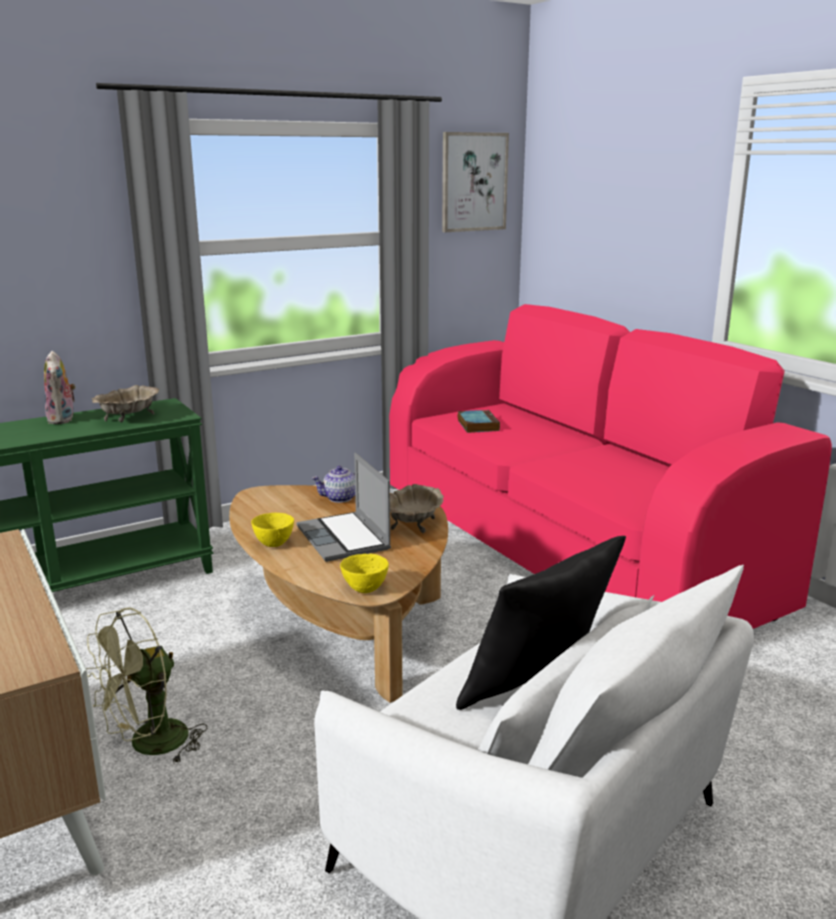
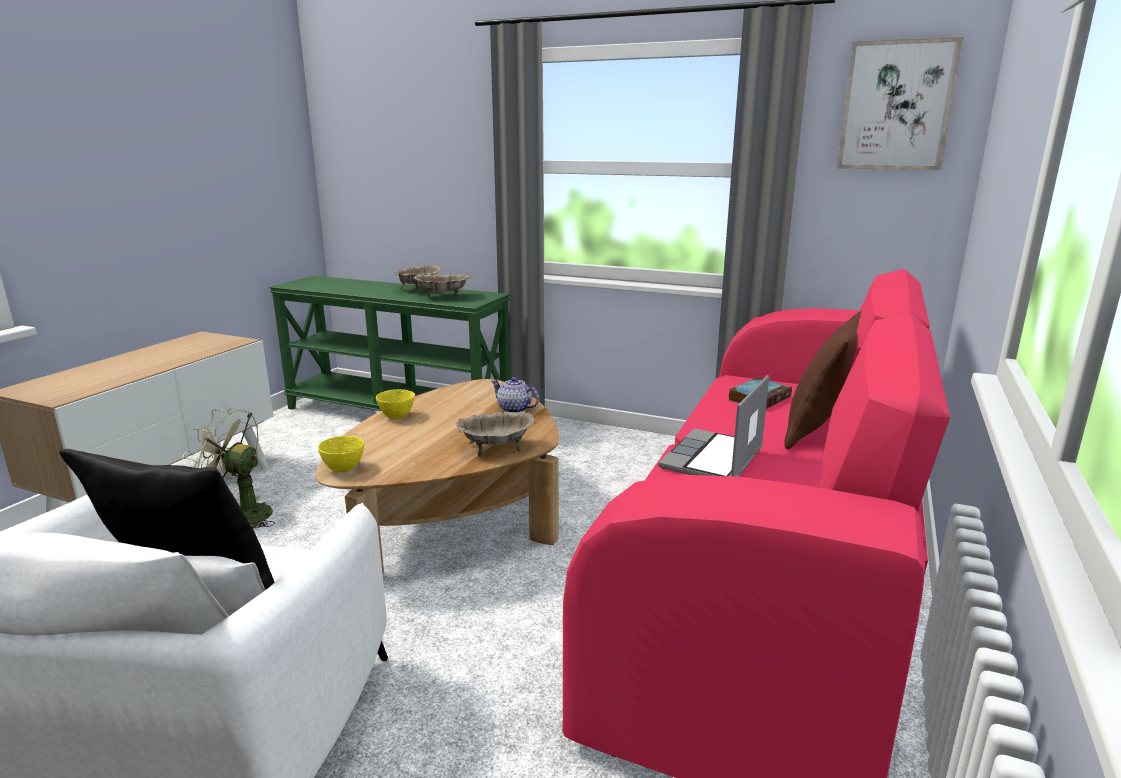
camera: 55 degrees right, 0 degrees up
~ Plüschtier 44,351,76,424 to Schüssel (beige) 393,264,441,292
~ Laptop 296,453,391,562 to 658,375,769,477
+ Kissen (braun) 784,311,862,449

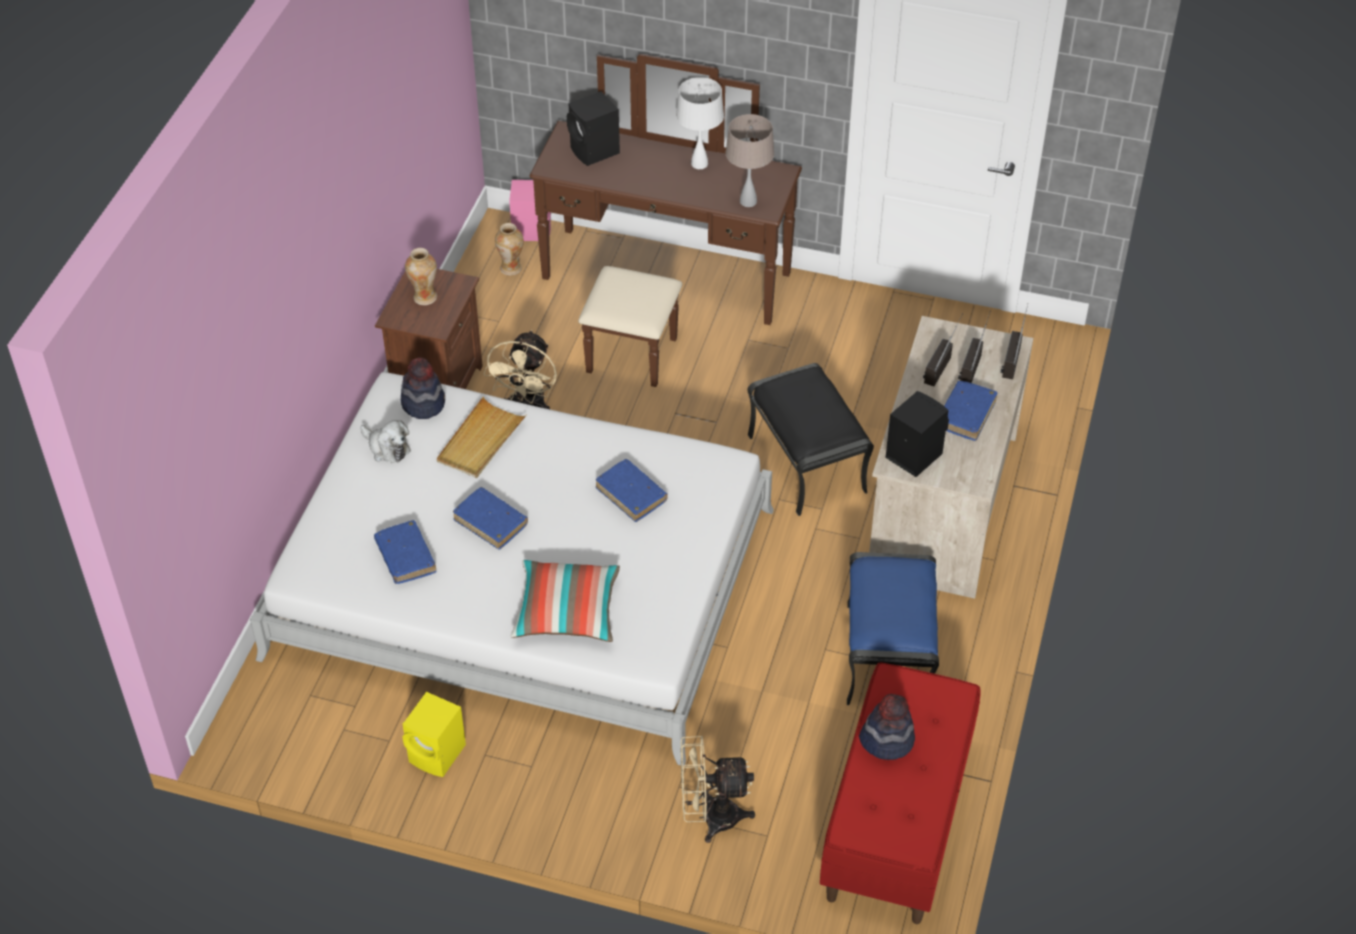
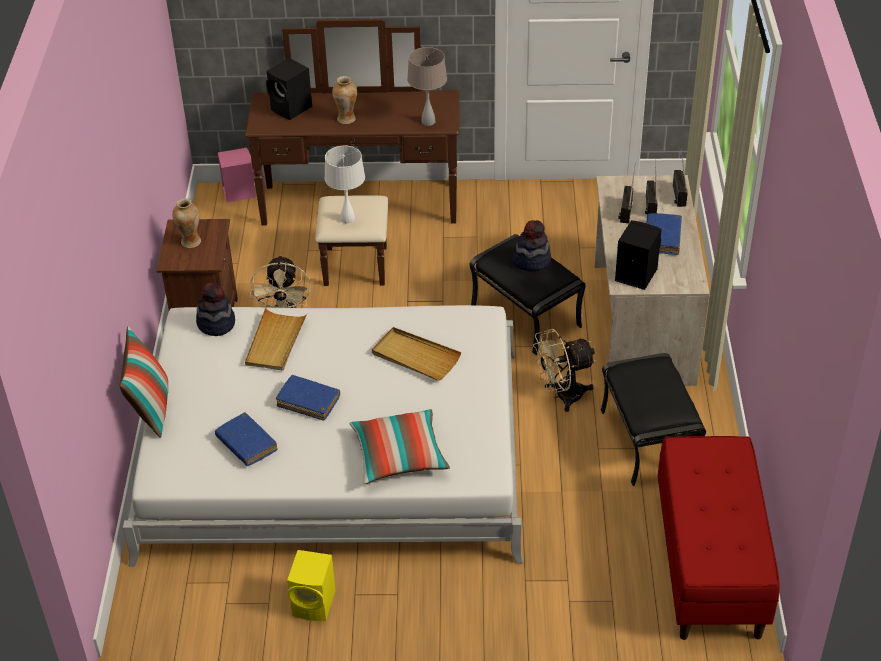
camera: 15 degrees left, 5 degrees down
~ Tischlampe (weiß) 676,77,724,169 to 325,146,365,224
~ Vase 495,223,524,275 to 332,76,357,124
- Plüschtier 360,420,411,463
~ Buch (blau) 596,459,668,522 to Tablett (beige) 372,327,461,381
~ Polsterhocker (blau) 847,552,939,705 to Polsterhocker (schwarz) 601,353,706,486
~ Hut 859,694,915,760 to 512,220,551,272
~ Ventilator (beige) 680,736,755,843 to 533,329,596,412
+ Kissen 120,327,168,438

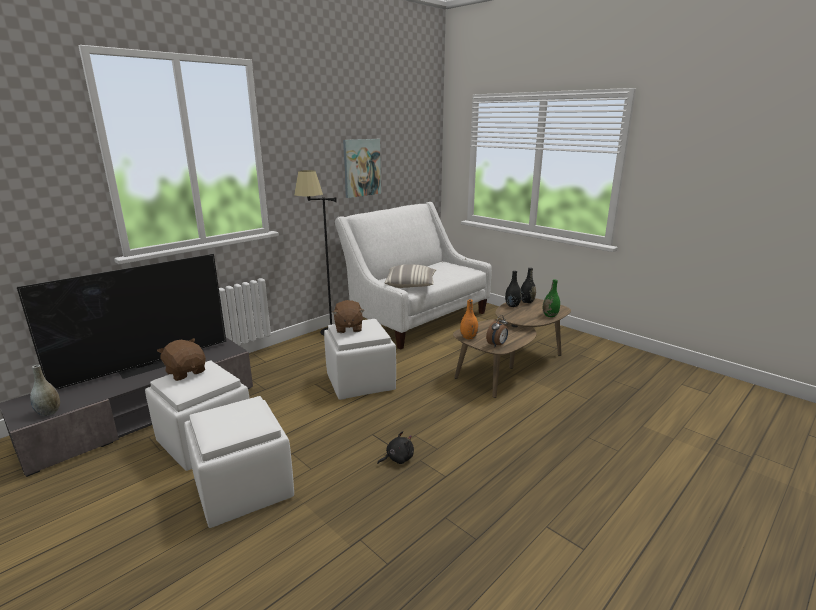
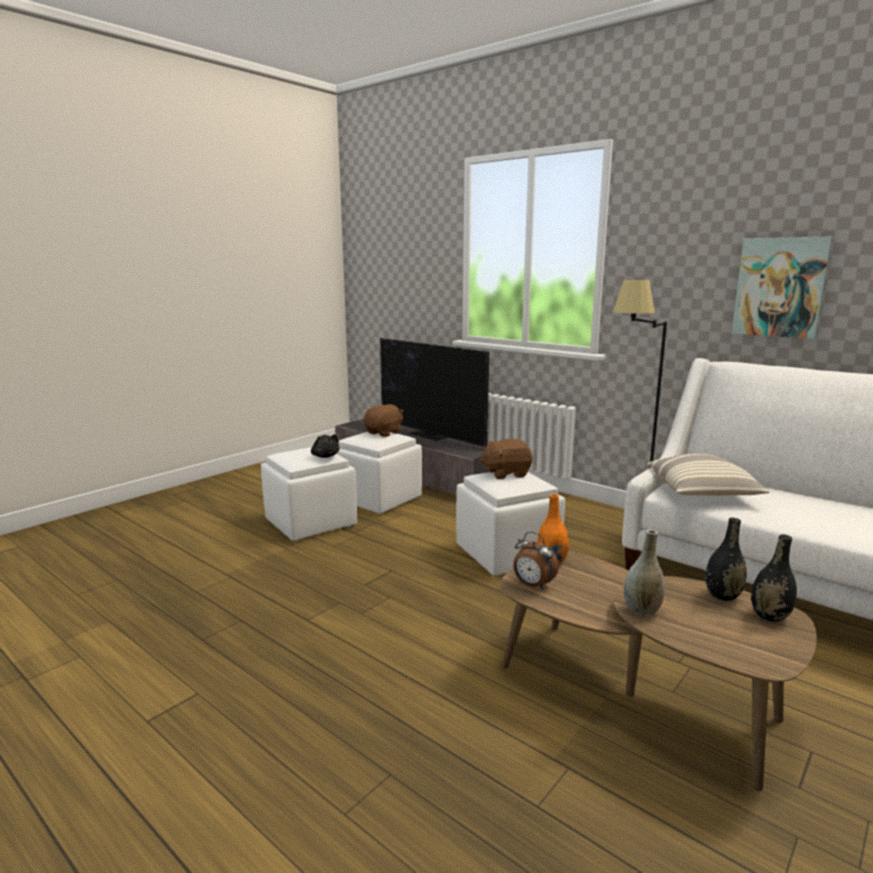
camera: 85 degrees right, 5 degrees down
- Vase (grün) 543,279,560,317
~ Vase (grau) 30,365,60,416 to 624,529,665,616
~ Plüschtier (schwarz) 377,431,414,464 to 311,434,340,458

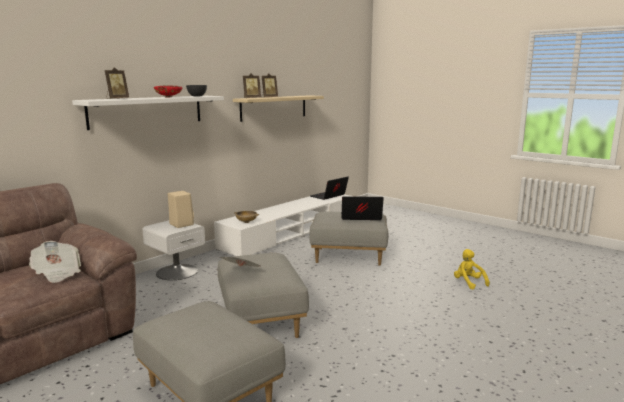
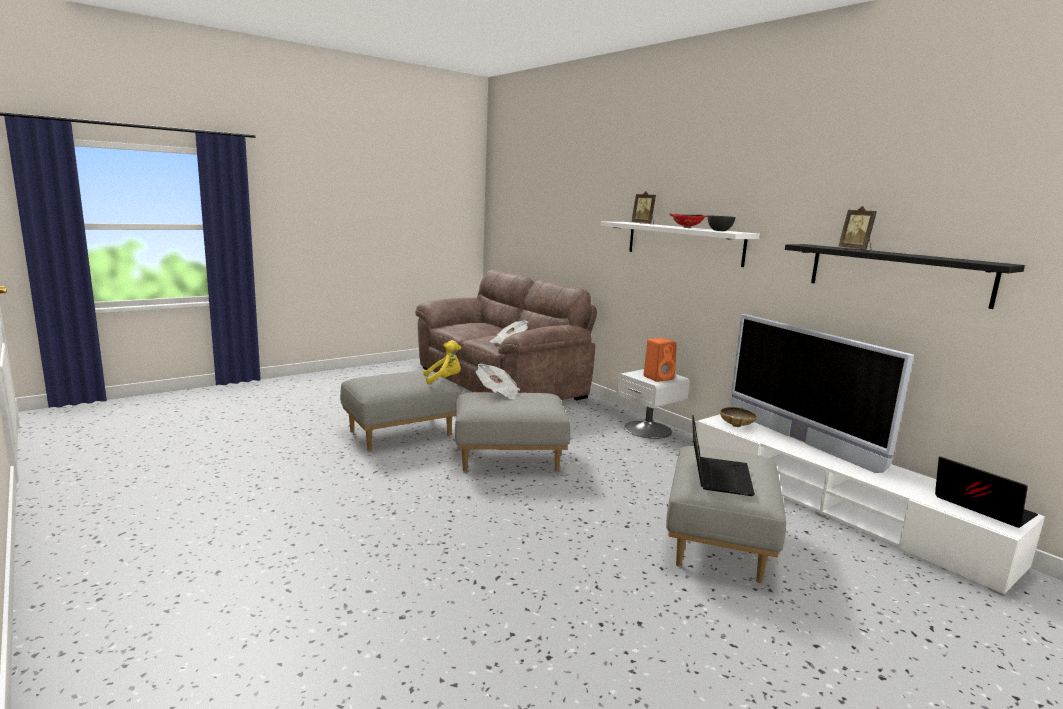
camera: 100 degrees right, 0 degrees up
- Bilderrahmen 243,74,261,97
~ Wandregal (beige) 233,95,324,122 to Wandregal (schwarz) 785,244,1025,309
~ Lautsprecher (beige) 168,191,194,228 to Lautsprecher (orange) 643,338,677,382
~ Plüschtier (gelb) 454,249,490,290 to 423,340,461,385
+ Fernseher 730,314,914,473

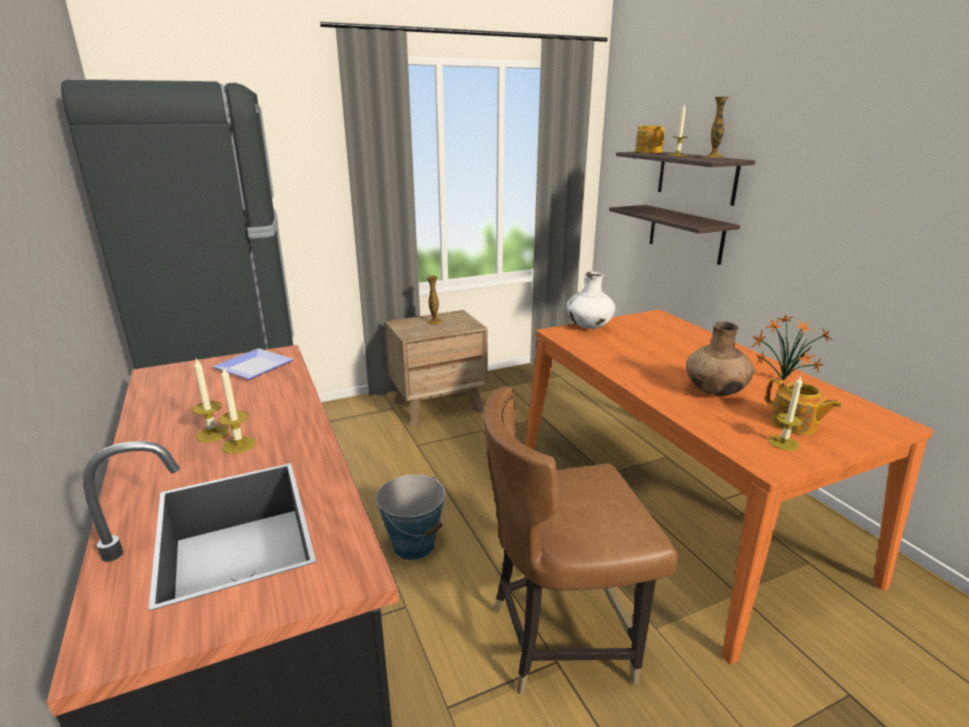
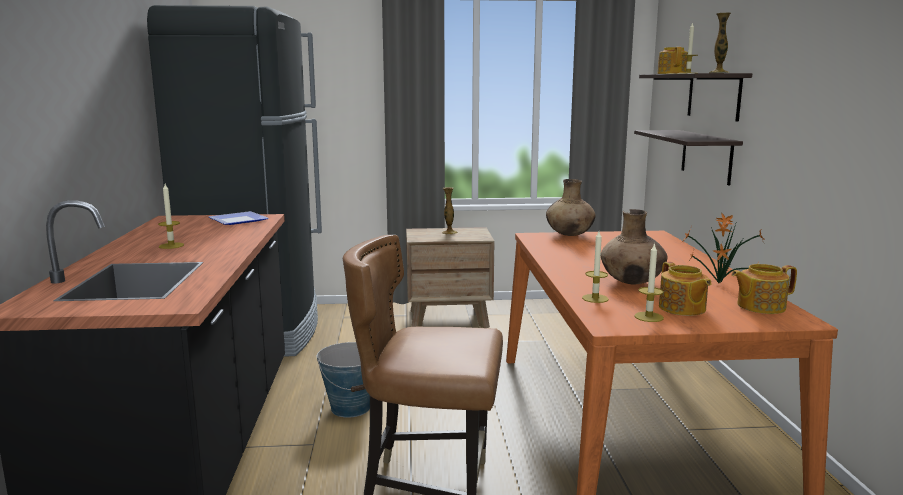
camera: 20 degrees right, 10 degrees down
~ Vase (weiß) 566,272,615,329 to Vase (braun) 546,179,596,236
~ Kerze 219,366,256,454 to 582,231,609,303
+ Teekanne 731,264,797,314

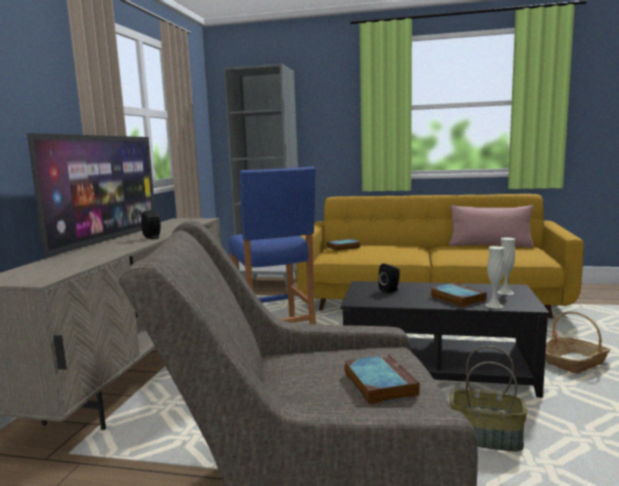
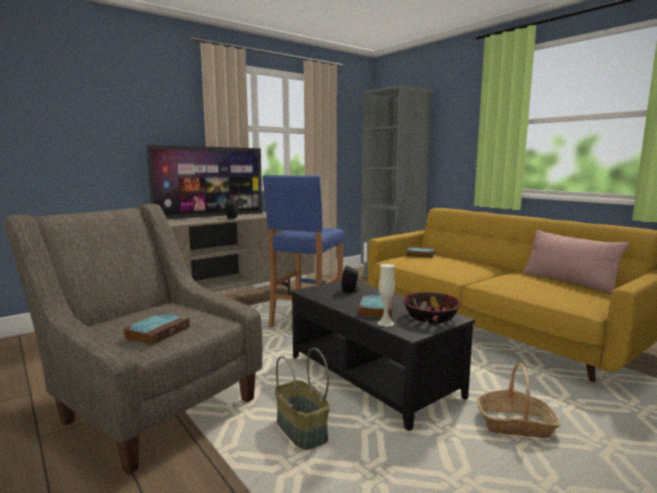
camera: 40 degrees right, 0 degrees up
~ Vase (weiß) 498,237,515,295 to Schüssel 402,292,461,324

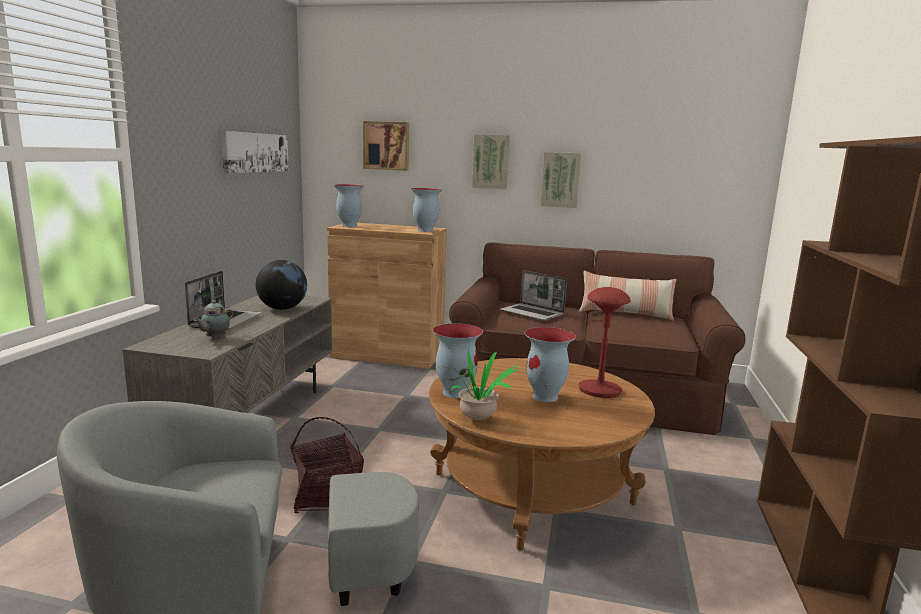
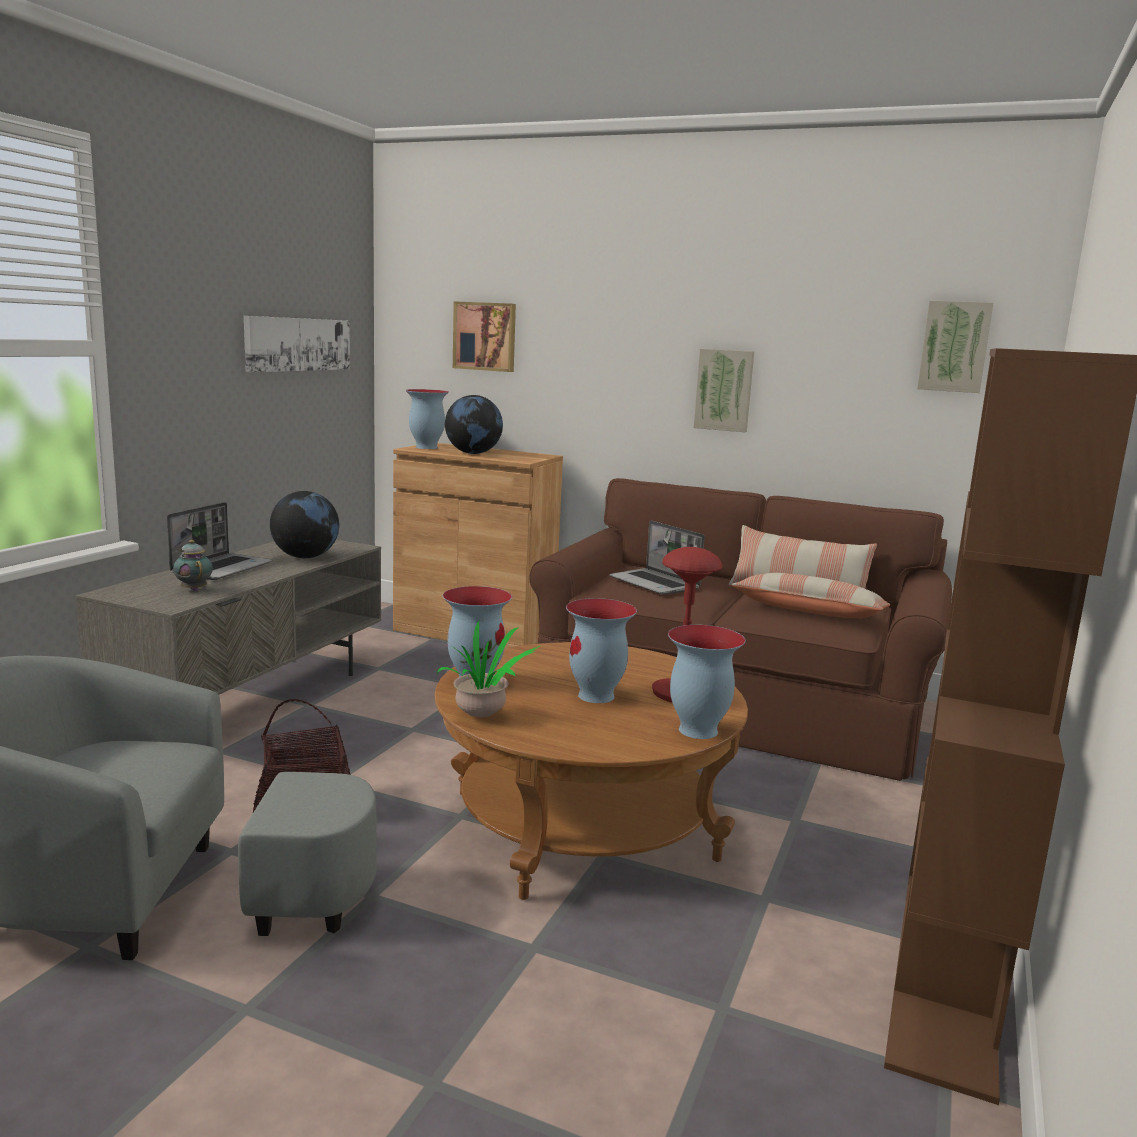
camera: 10 degrees right, 0 degrees up
~ Bild 472,134,510,189 to 917,301,993,393
~ Vase 411,188,442,232 to 668,625,746,739
~ Teekanne 194,300,233,339 = 173,540,213,591 105 degrees clockwise
+ Globus 445,395,503,454
+ Kissen 731,573,890,618

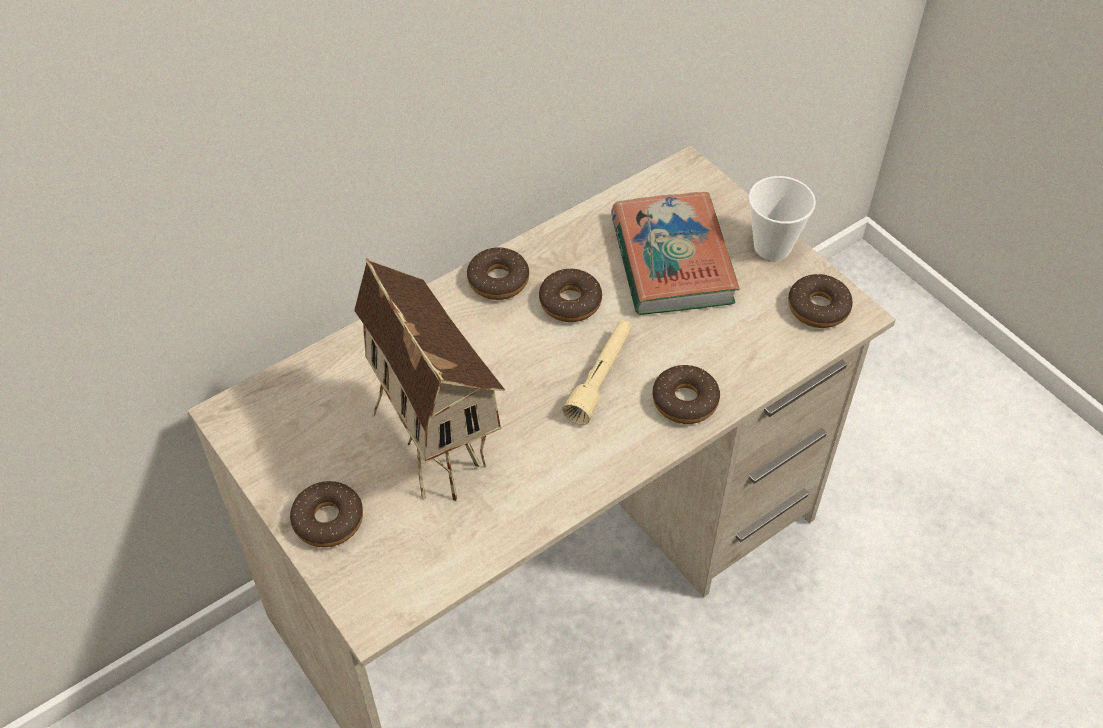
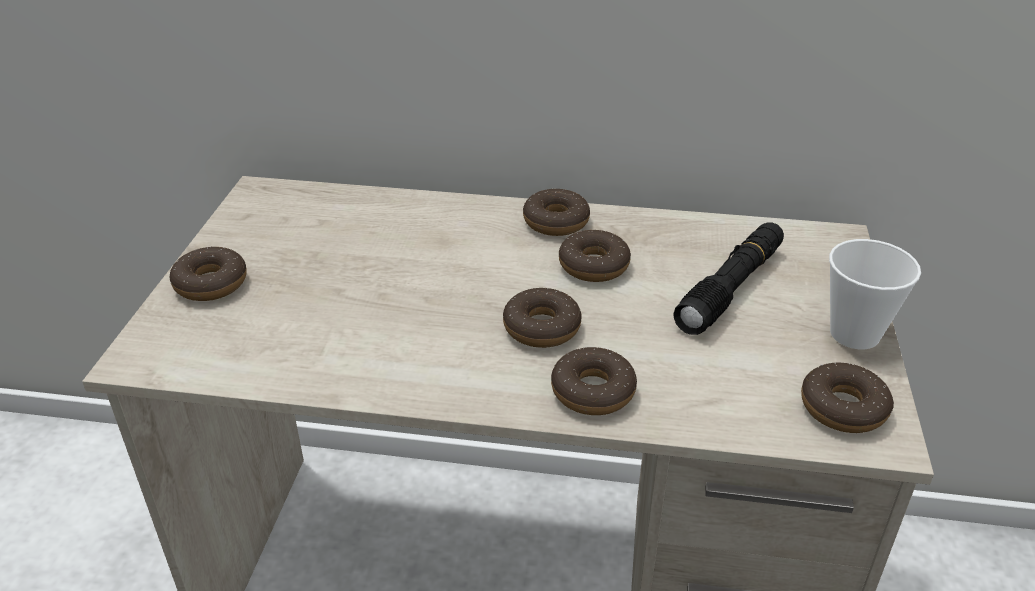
camera: 45 degrees right, 15 degrees down
~ Buch 611,192,740,315 to Taschenlampe (schwarz) 673,222,784,335
- Spielzeughaus 354,258,505,501
~ Taschenlampe (beige) 562,320,632,425 to Donut 503,288,582,348

